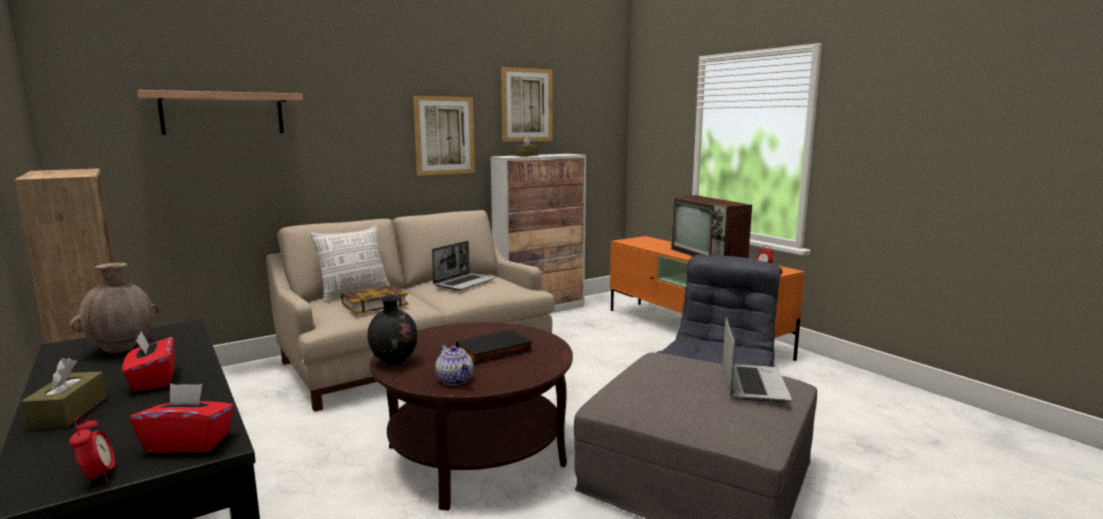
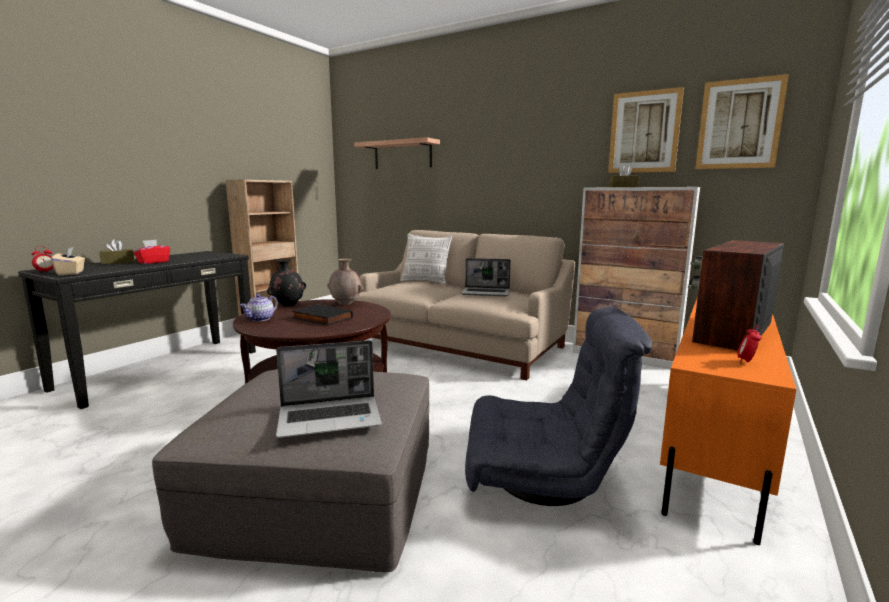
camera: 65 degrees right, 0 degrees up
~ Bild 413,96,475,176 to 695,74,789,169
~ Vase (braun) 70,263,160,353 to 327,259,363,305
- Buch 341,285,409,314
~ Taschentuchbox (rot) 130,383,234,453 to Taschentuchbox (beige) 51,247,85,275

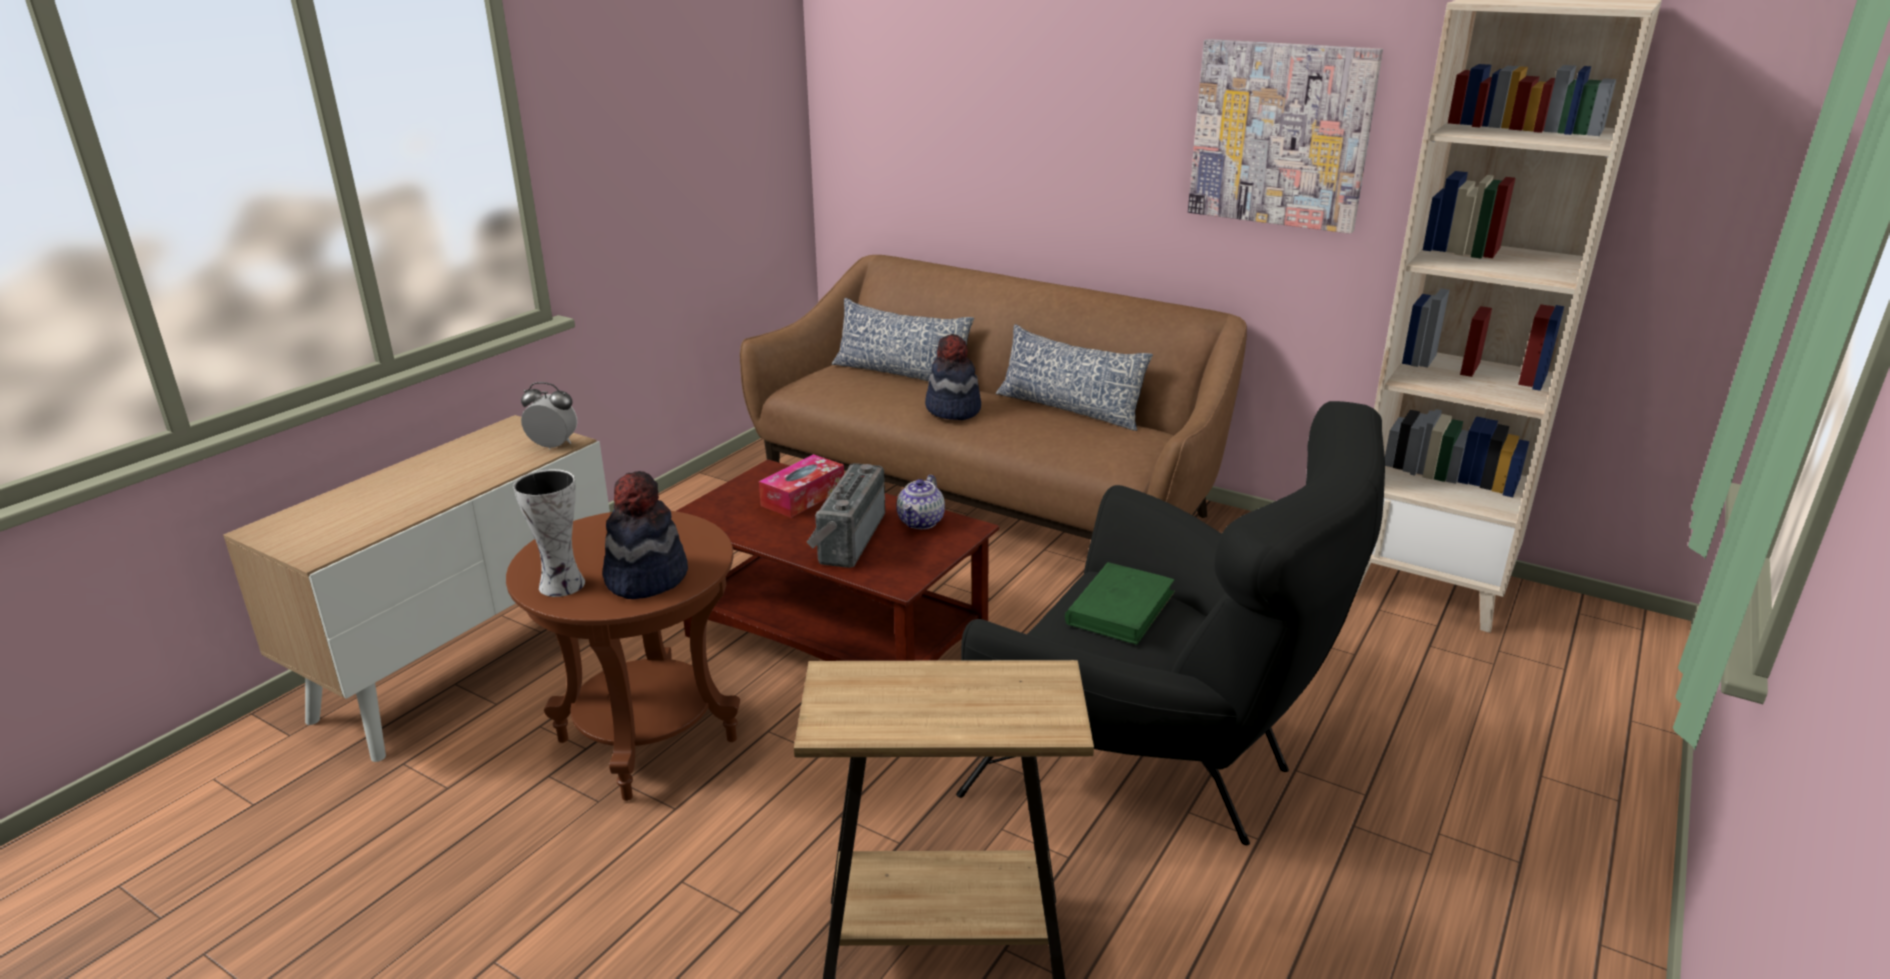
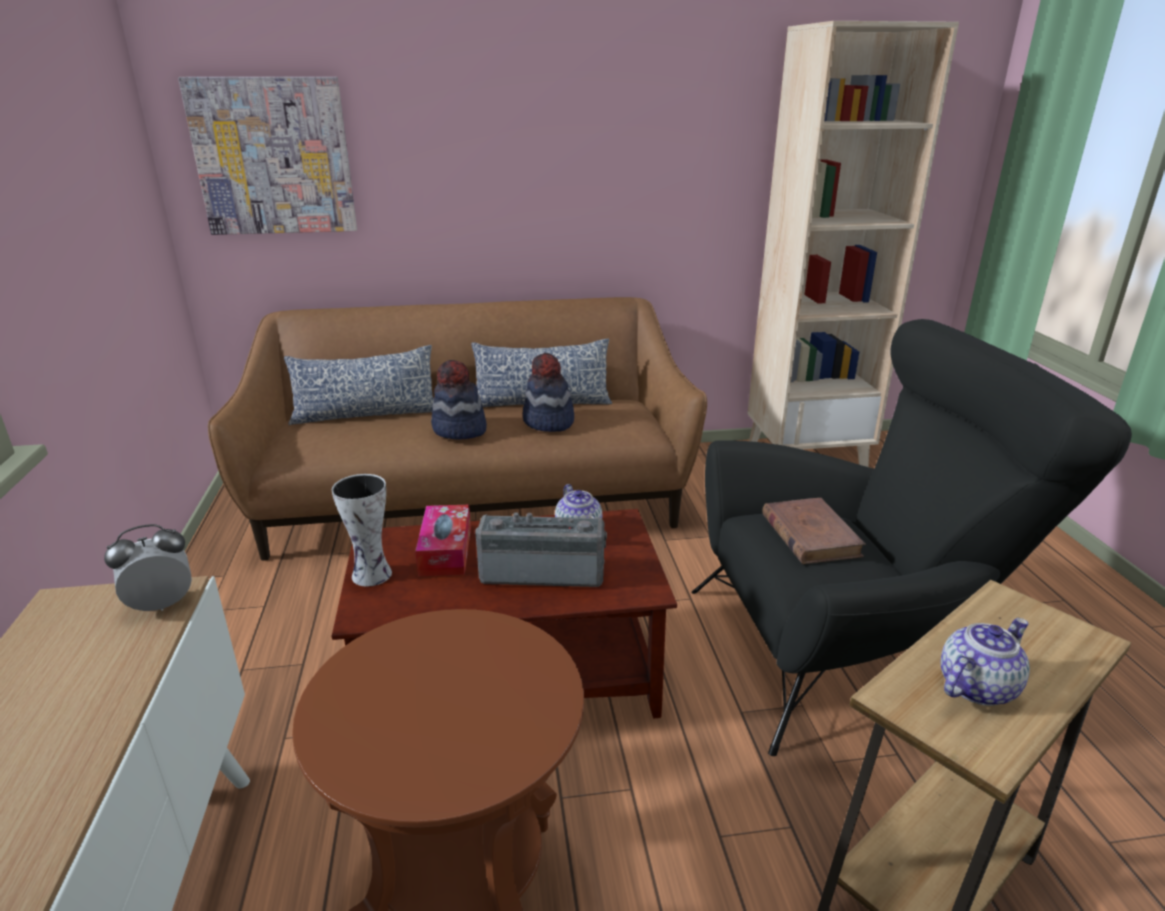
camera: 40 degrees left, 0 degrees up
~ Bild 1188,39,1383,234 to 178,77,357,235
~ Radio 806,463,885,568 = 475,512,607,587 120 degrees clockwise
~ Vase 513,469,585,597 to 332,474,392,587
~ Hut 603,471,688,599 to 523,353,574,432
~ Buch (grün) 1065,562,1175,645 to Buch (braun) 762,498,866,564
+ Teekanne 940,618,1030,706

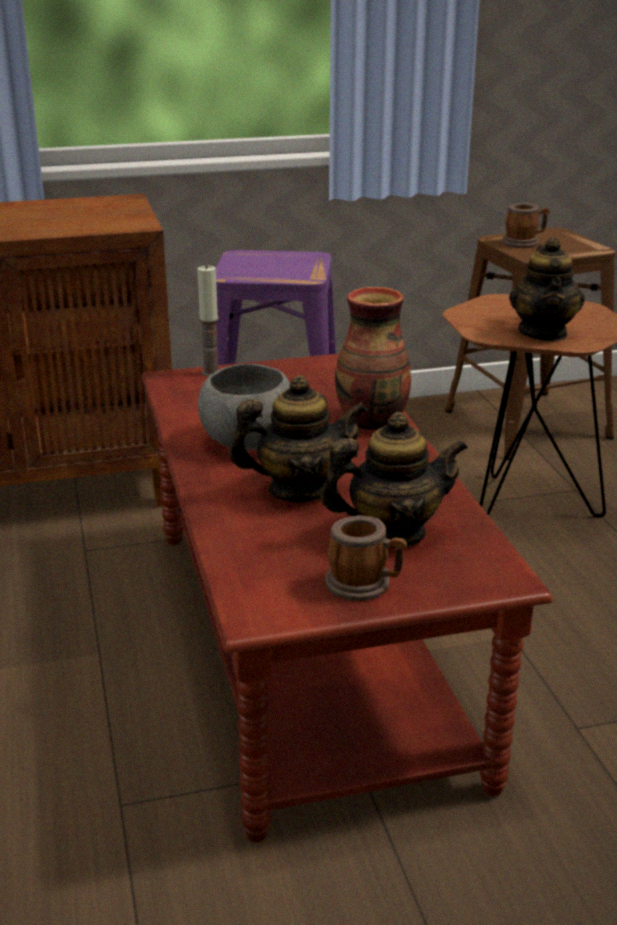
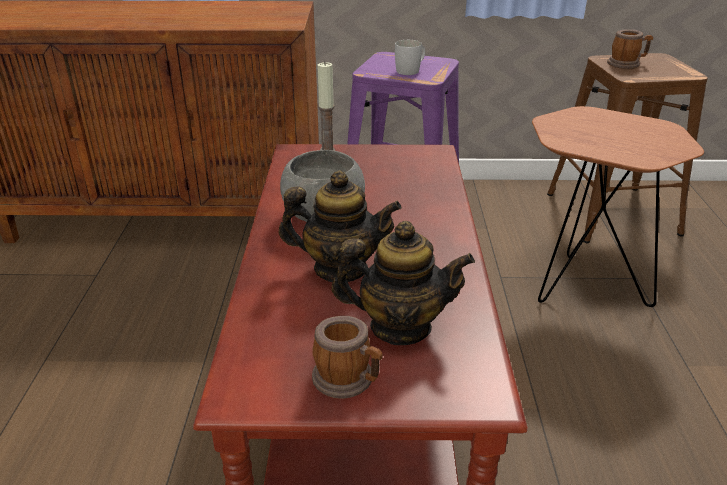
camera: 15 degrees right, 5 degrees up
- Teekanne 509,237,585,341
- Vase 335,287,411,430
+ Henkelbecher (weiß) 395,40,425,75

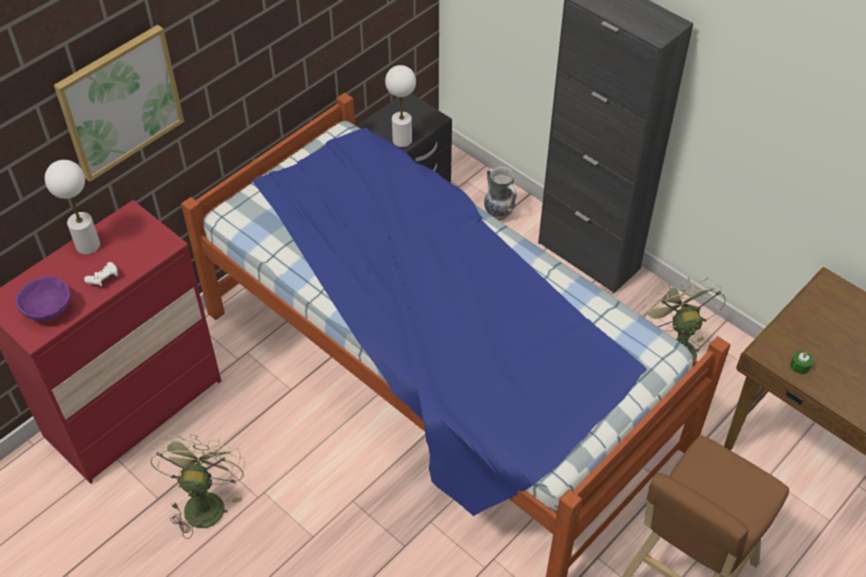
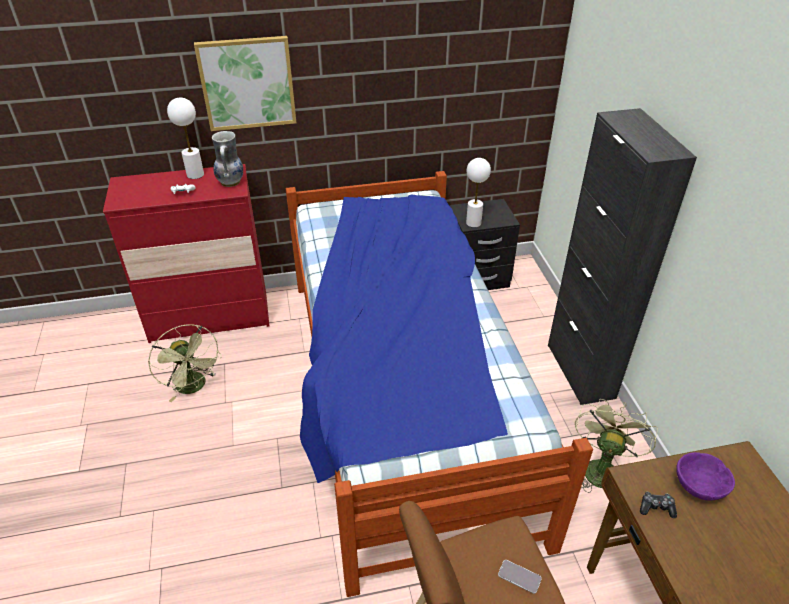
camera: 35 degrees right, 10 degrees down
~ Vase 484,166,517,220 to 212,131,243,187
~ Schüssel (lila) 15,276,71,321 to 676,452,735,500
~ Kerze (grün) 790,351,813,374 to Gamepad 640,492,677,518
~ Ventilator (grün) 150,434,245,539 = 148,325,222,402 105 degrees clockwise
+ Handy 498,560,542,594

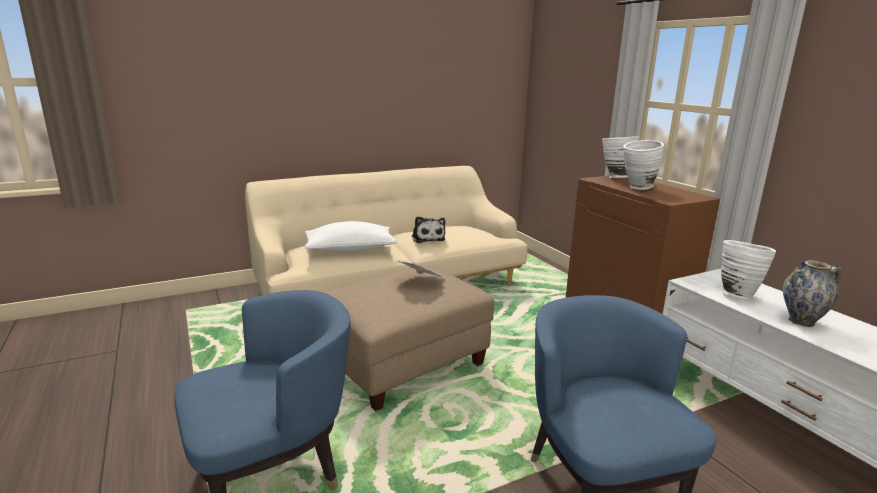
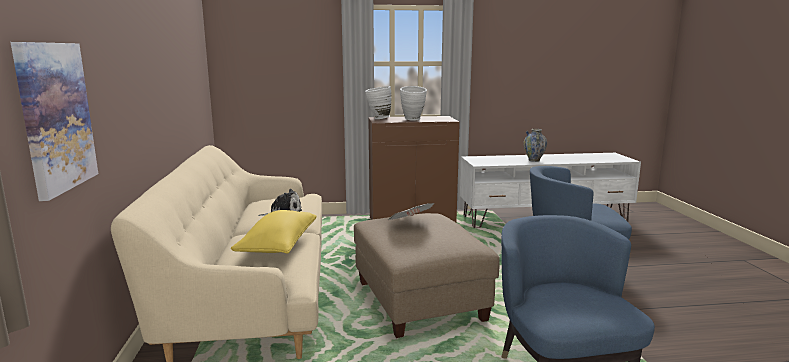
camera: 70 degrees left, 5 degrees down
~ Kissen (weiß) 305,221,397,252 to Kissen (gelb) 231,210,317,254
- Vase (weiß) 721,240,776,299
+ Bild 11,42,98,201

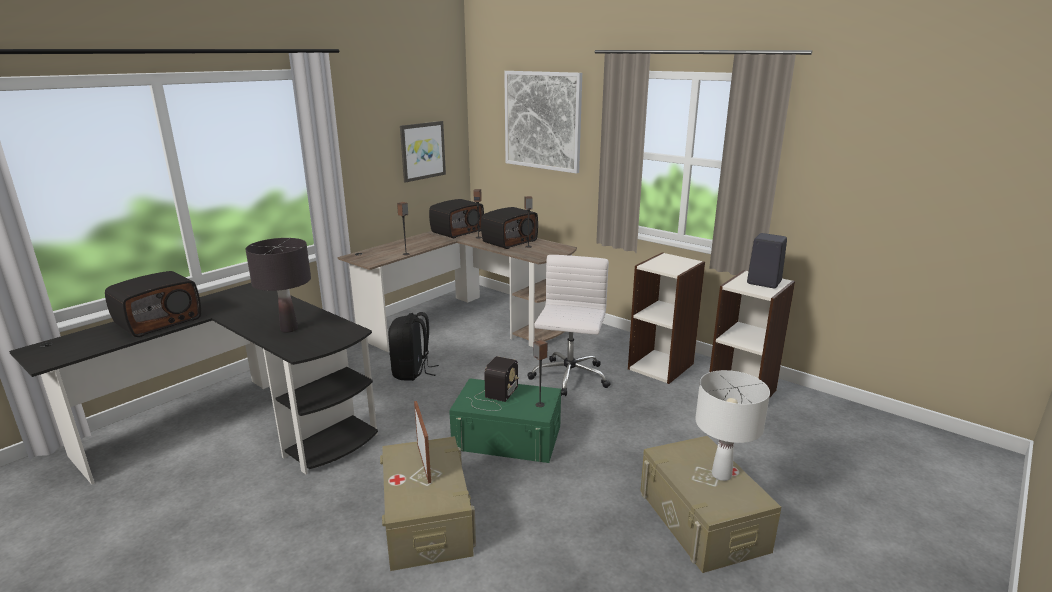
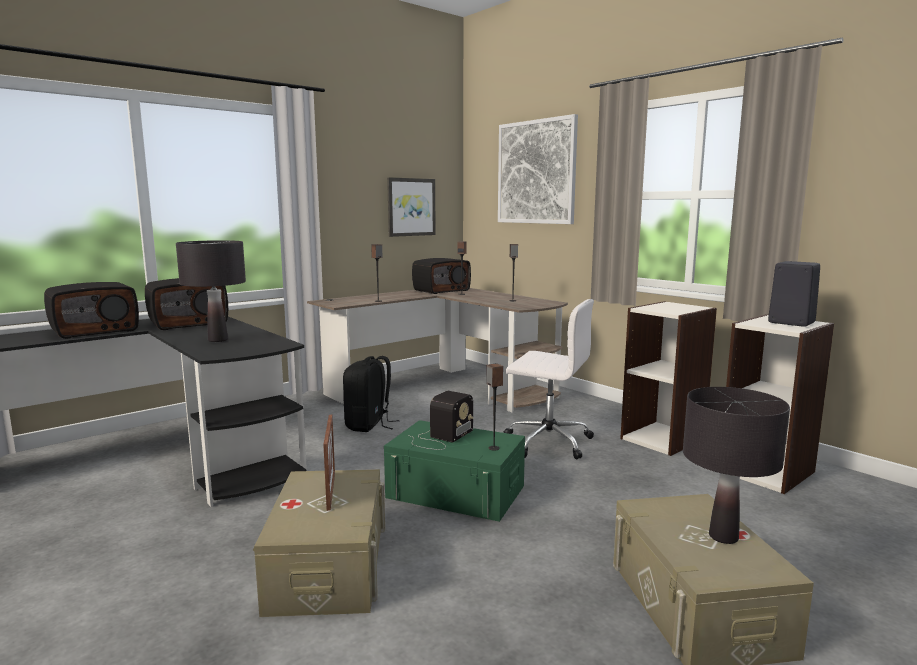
camera: 10 degrees right, 10 degrees down
~ Radio 481,207,538,249 to 145,278,228,330
~ Bürostuhl (weiß) 527,255,611,396 = 504,299,594,460 90 degrees clockwise
~ Tischlampe (weiß) 695,370,770,481 to Tischlampe (schwarz) 683,387,790,544

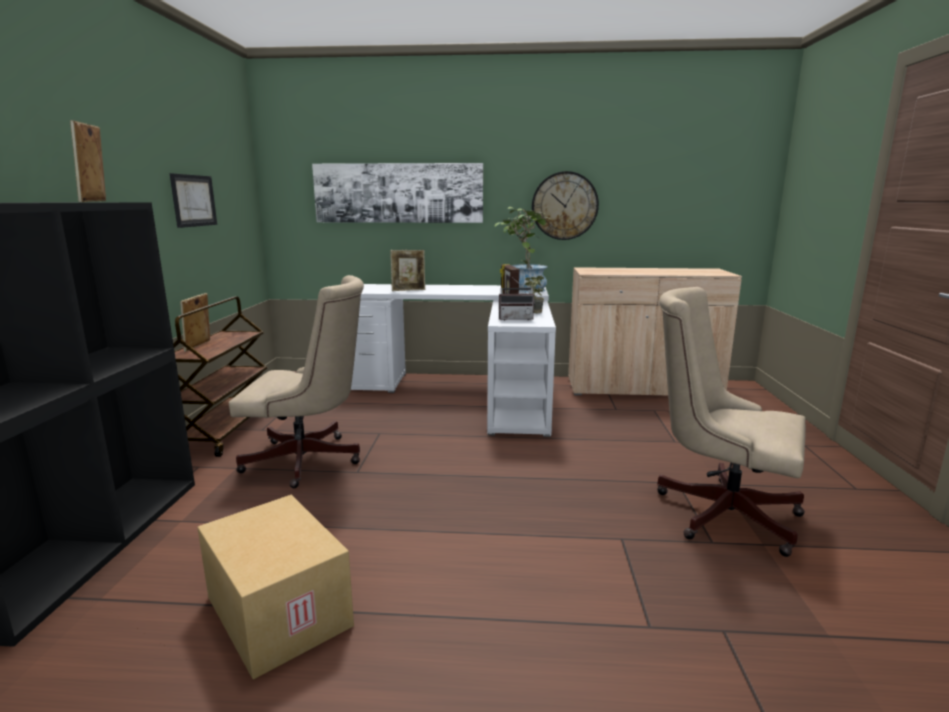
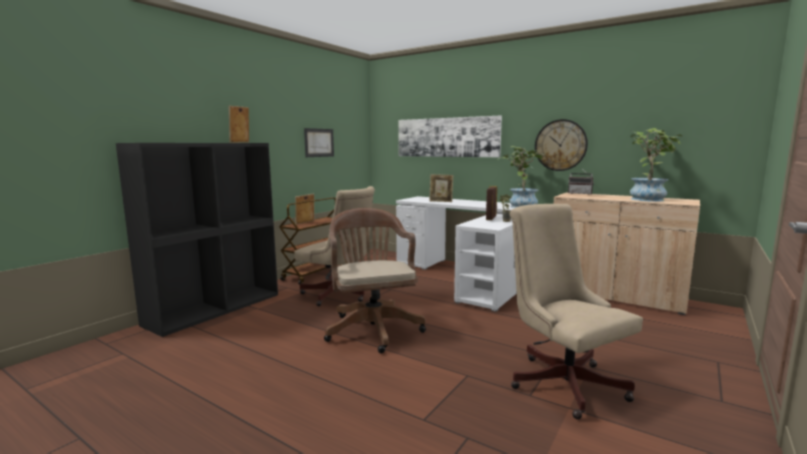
camera: 30 degrees right, 5 degrees down
~ Radio 499,279,535,320 to 568,167,594,195
- Karton 197,495,354,680
+ Topfpflanze 630,128,682,202
+ Bürostuhl (braun) 324,208,426,353

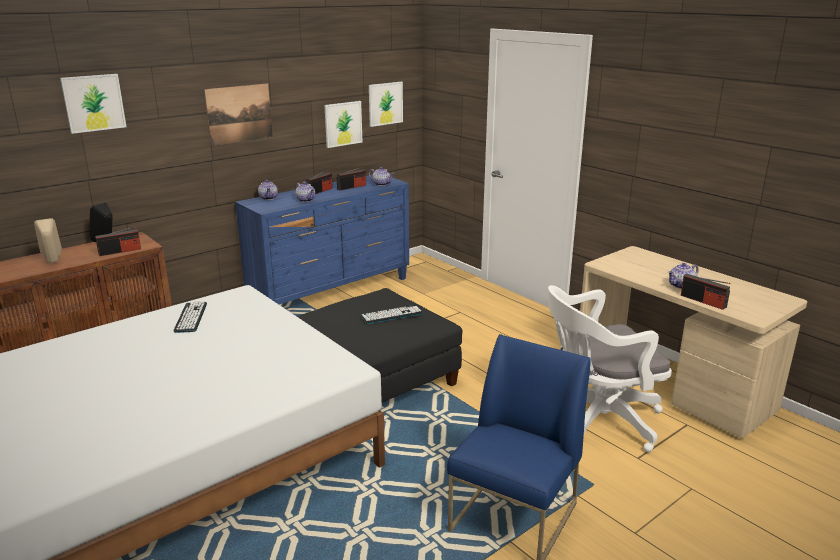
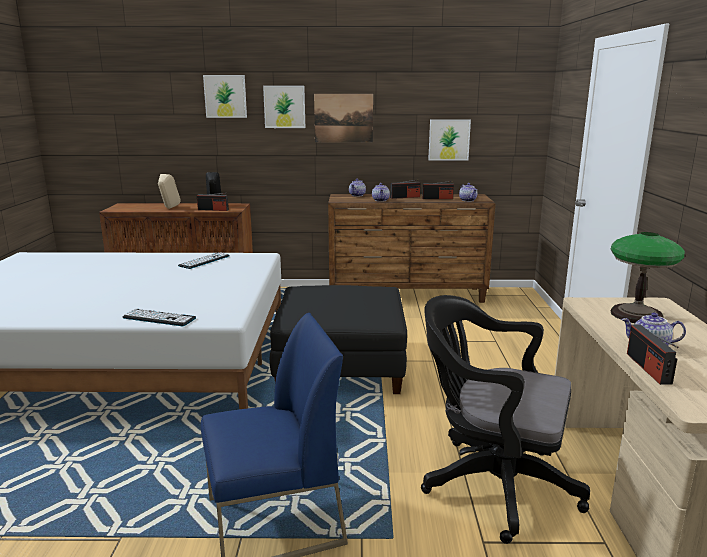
camera: 40 degrees right, 5 degrees down
~ Bild 369,82,403,127 to 263,86,305,128
~ Kommode (blau) 235,175,409,304 to Kommode (braun) 328,194,496,303
~ Bürostuhl (weiß) 548,285,672,452 to Bürostuhl (schwarz) 421,295,590,544
~ Tastatur 360,305,423,324 to 122,309,196,326
+ Tischlampe 611,232,685,323

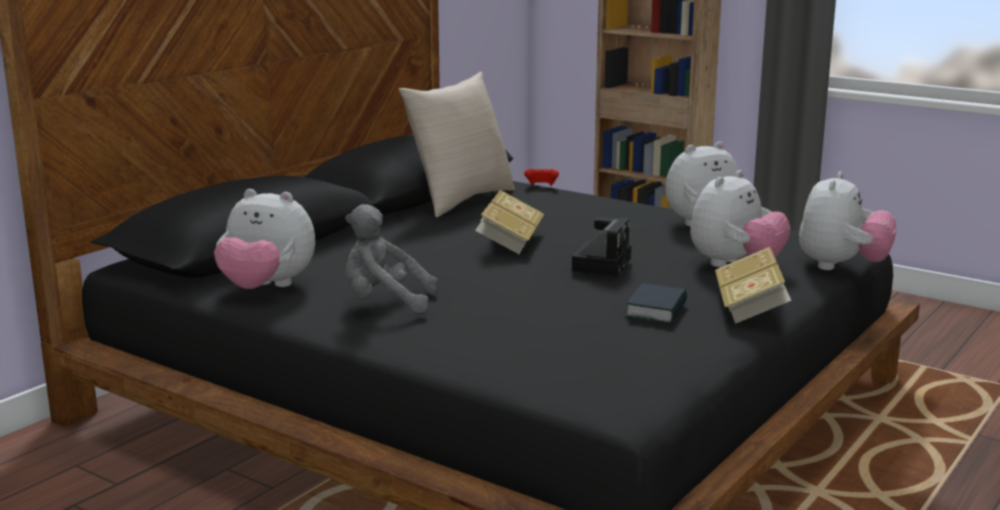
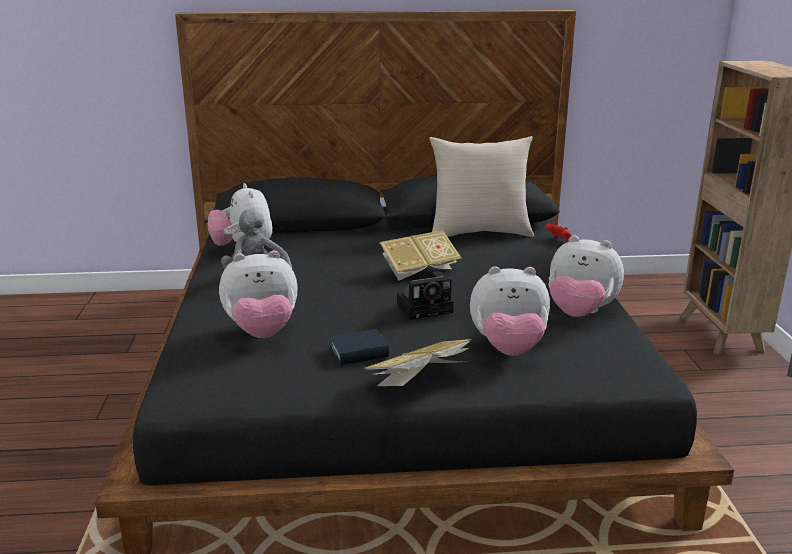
camera: 50 degrees right, 5 degrees up
~ Plüschtier 799,171,896,270 to 219,251,297,338

